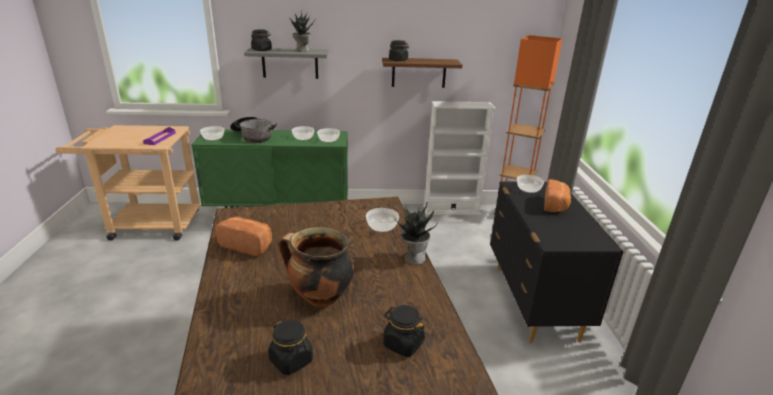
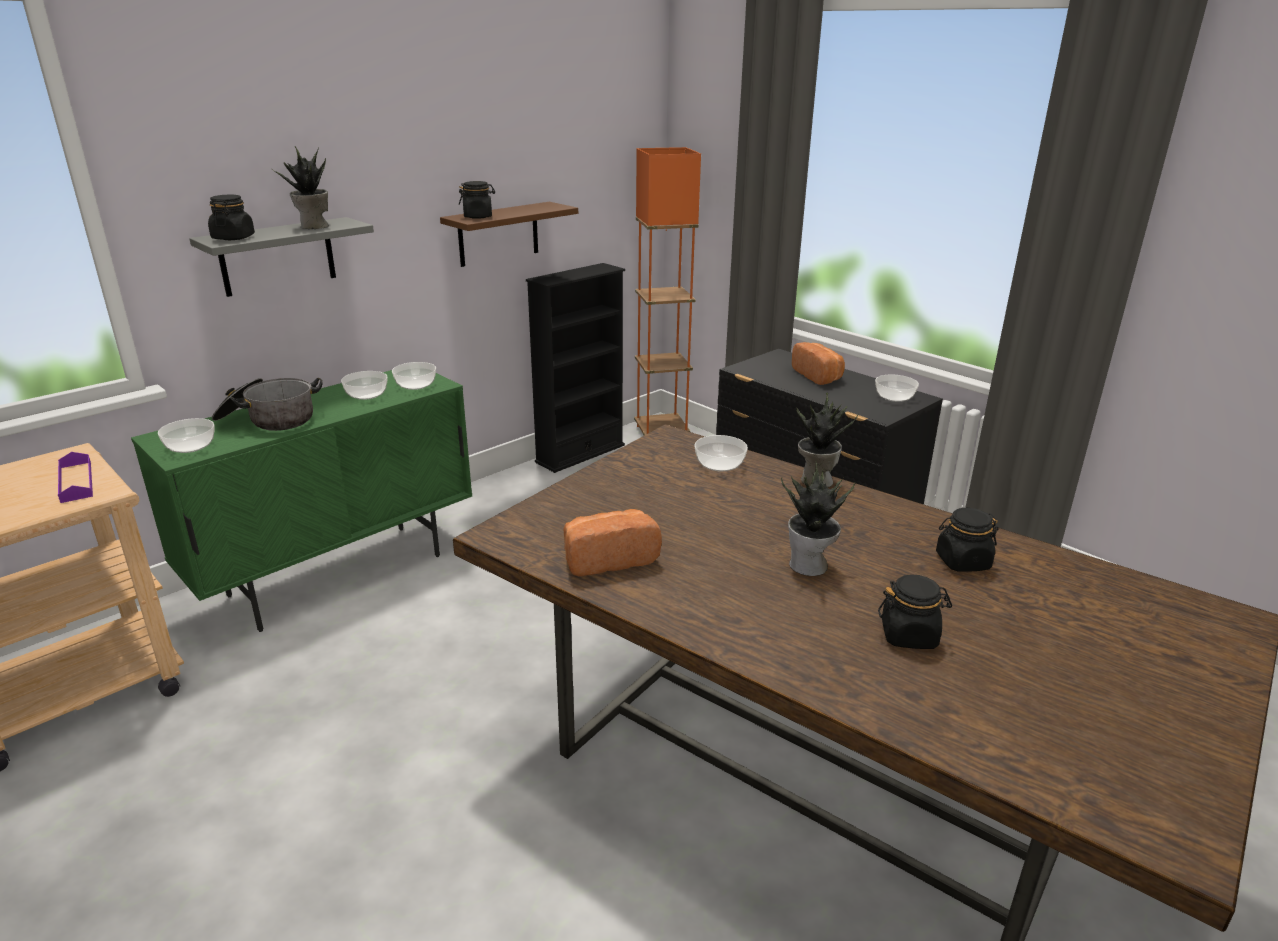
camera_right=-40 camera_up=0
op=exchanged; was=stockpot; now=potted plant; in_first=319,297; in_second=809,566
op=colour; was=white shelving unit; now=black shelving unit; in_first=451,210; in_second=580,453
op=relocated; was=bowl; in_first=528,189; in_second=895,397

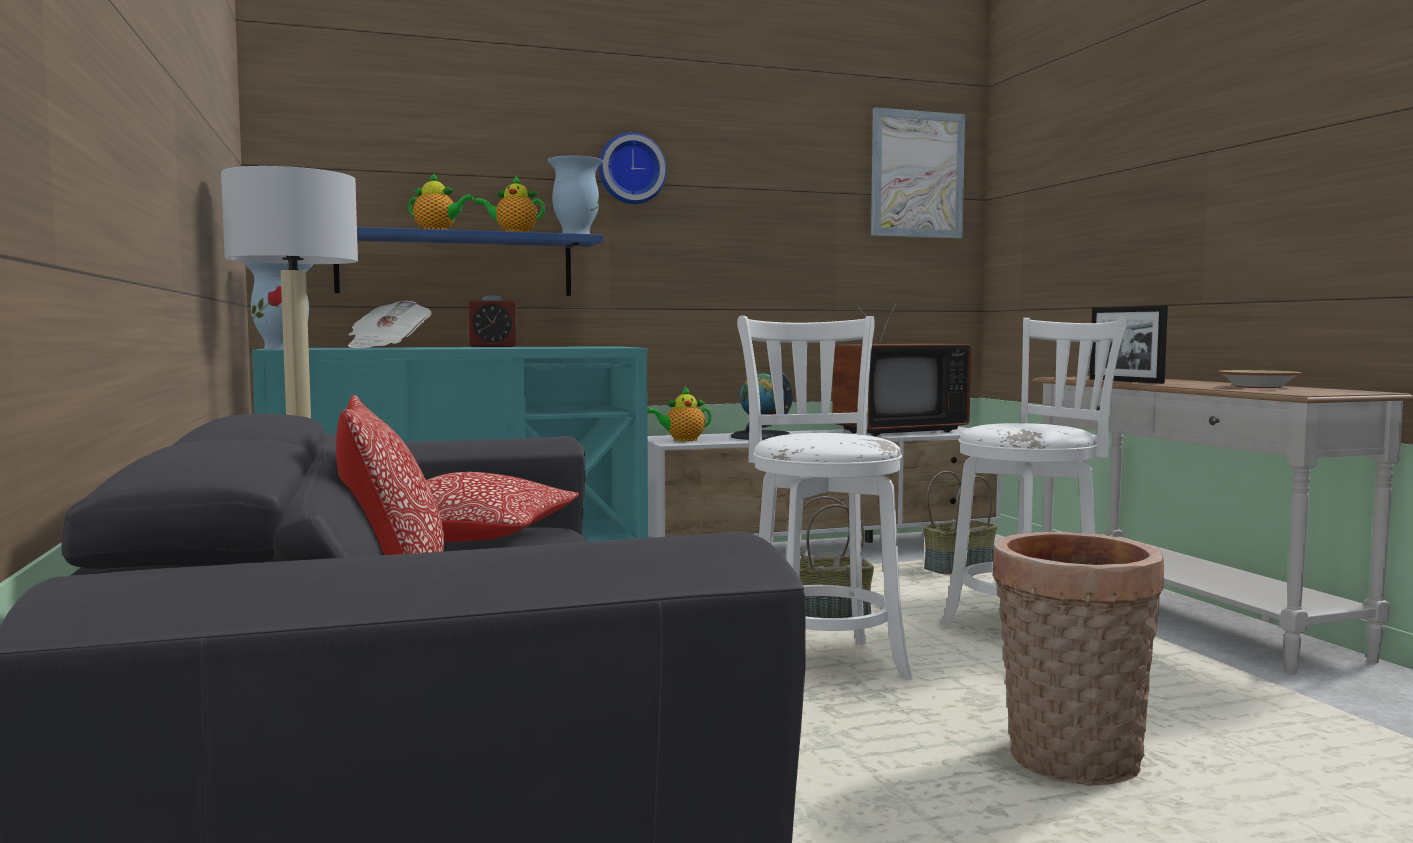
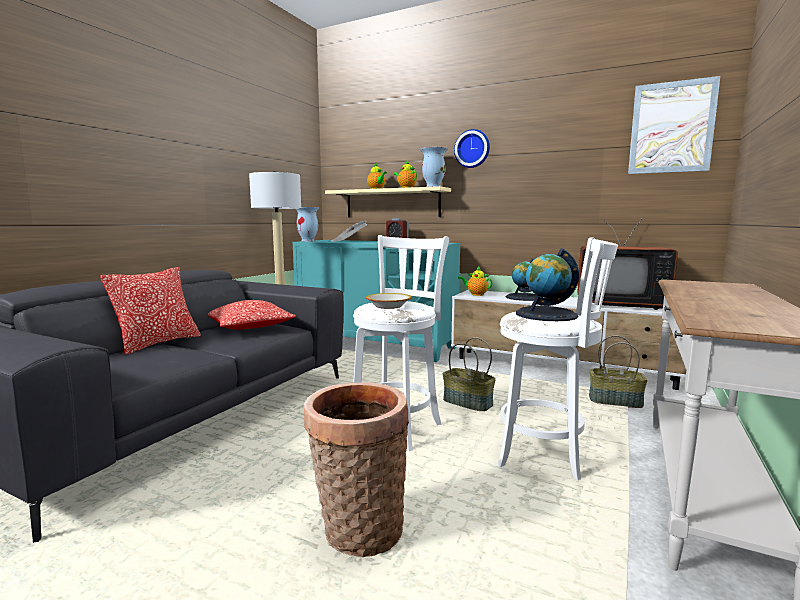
camera_right=45 camera_up=5
op=colour; was=bluish wall shelf; now=beige wall shelf; in_first=456,265; in_second=392,203
op=missing; was=picture frame; in_first=1125,381
op=relocated; was=bowl; in_first=1257,387; in_second=388,306
op=appeared; now=globe; in_second=546,314

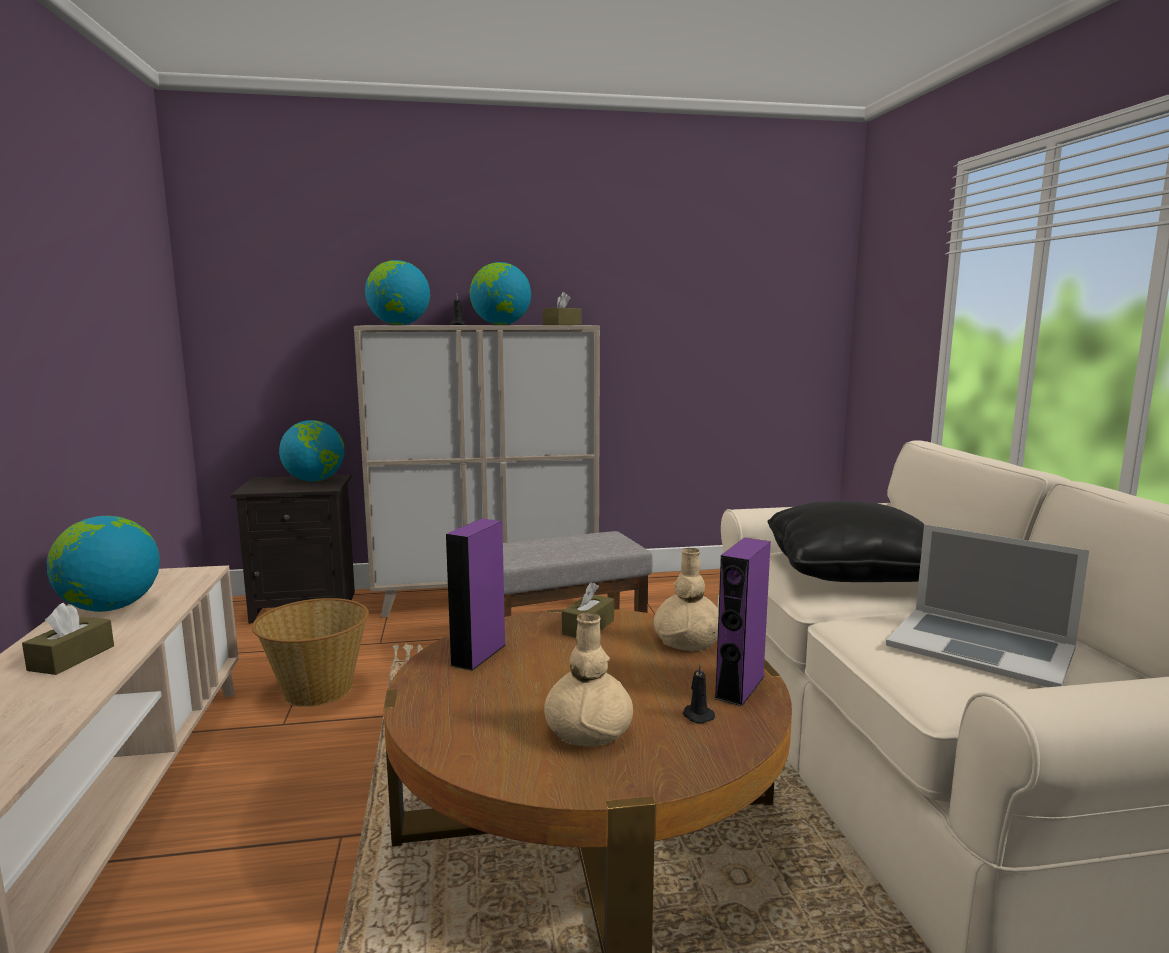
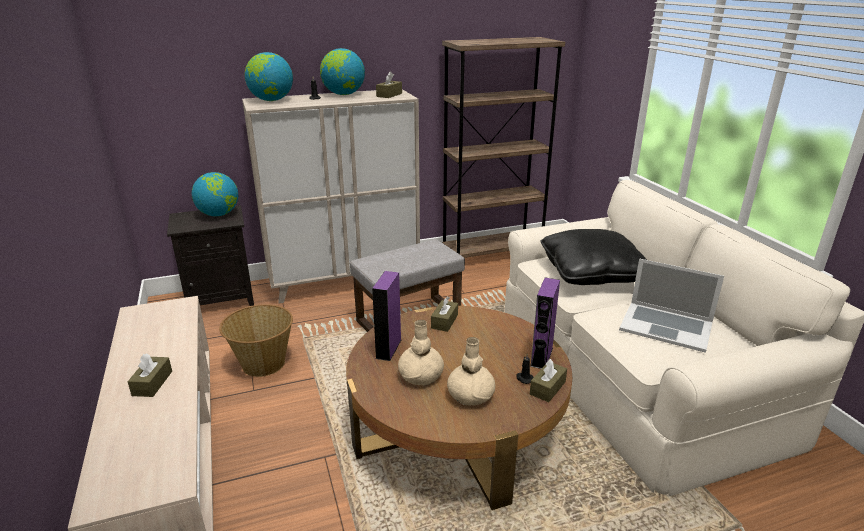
camera_right=-10 camera_up=15
op=missing; was=globe; in_first=111,608
op=relocated; was=beige decorative vase; in_first=688,641; in_second=421,375
op=appeared; now=brown-coloured shelving unit; in_second=492,255
op=appeared; now=brown-coloured box of tissues; in_second=547,388

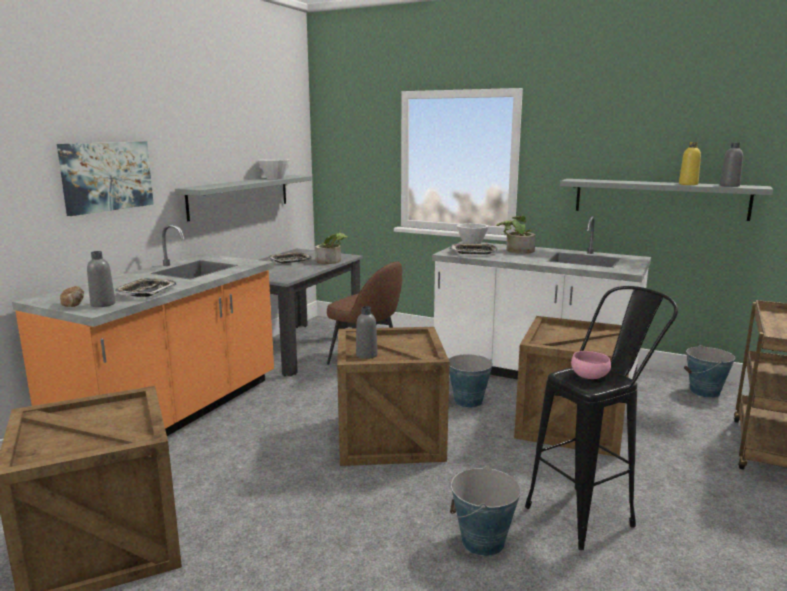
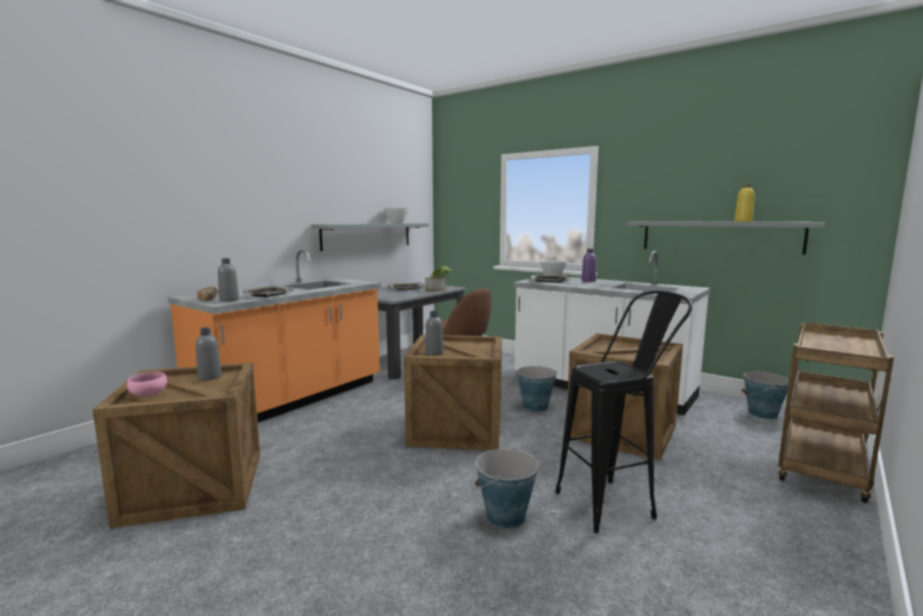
camera_right=10 camera_up=-5
op=missing; was=wall picture; in_first=107,176
op=exchanged; was=potted plant; now=purple beverage bottle; in_first=516,250; in_second=588,281
op=relocated; was=pink-coloured bowl; in_first=590,377; in_second=149,394
op=relocated; was=grey beverage bottle; in_first=729,186; in_second=209,377

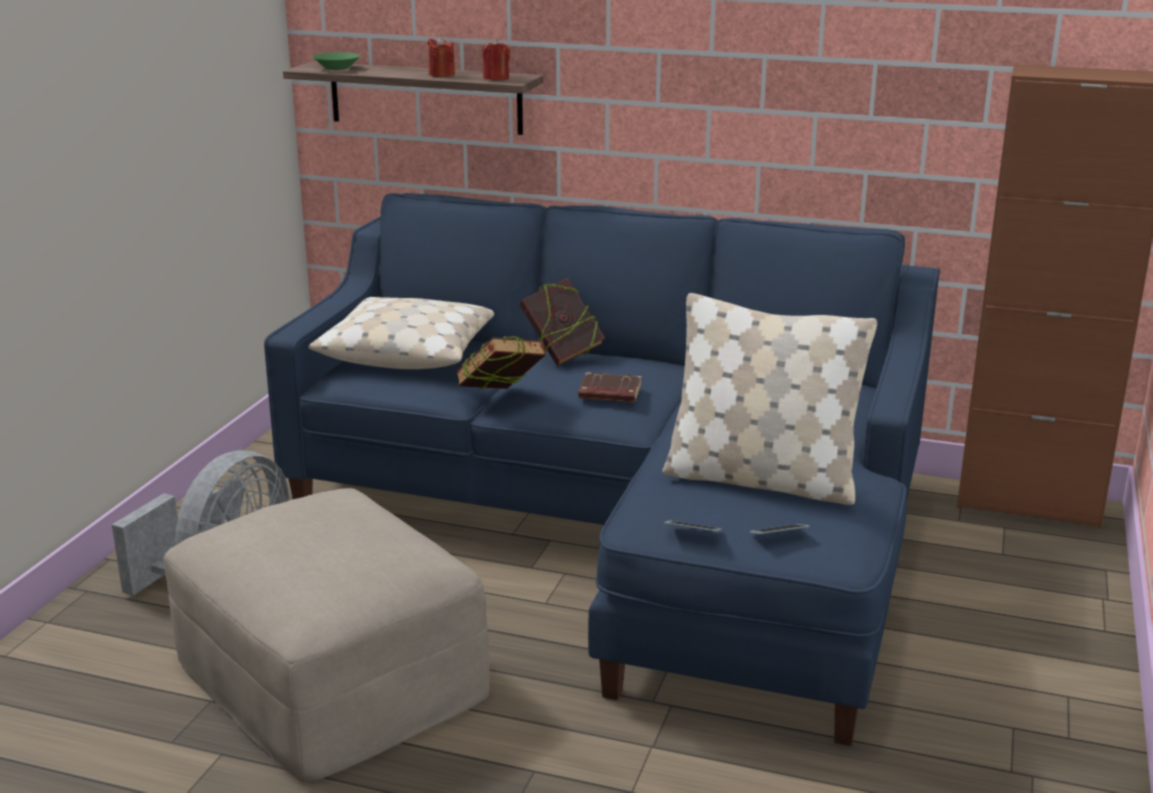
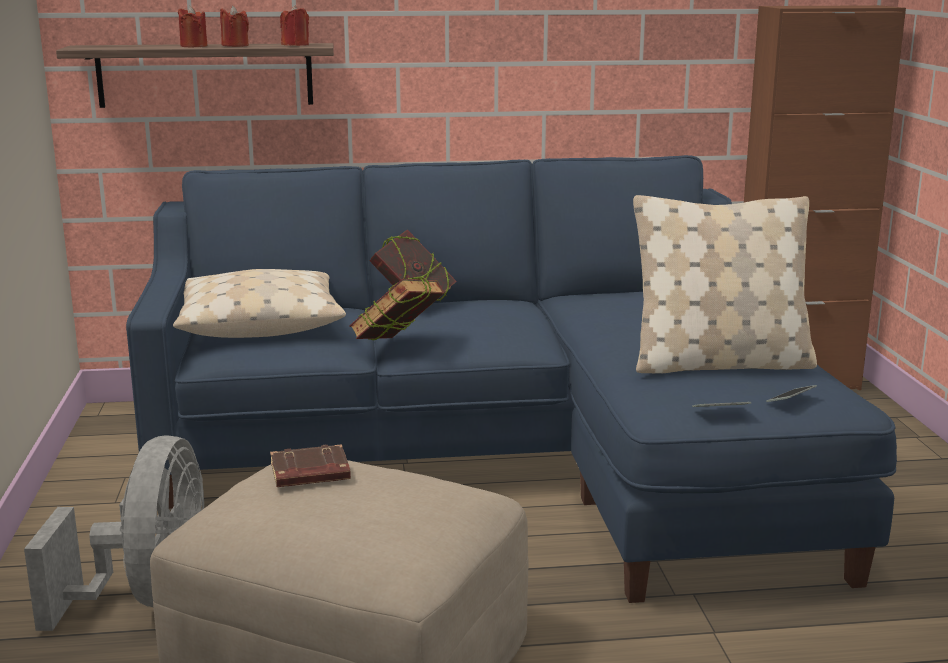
camera_right=-25 camera_up=-5
op=missing; was=green-coloured bowl; in_first=337,68
op=relocated; was=brown-coloured book; in_first=609,393; in_second=309,474
op=appeared; now=red-coloured wax candle; in_second=194,46

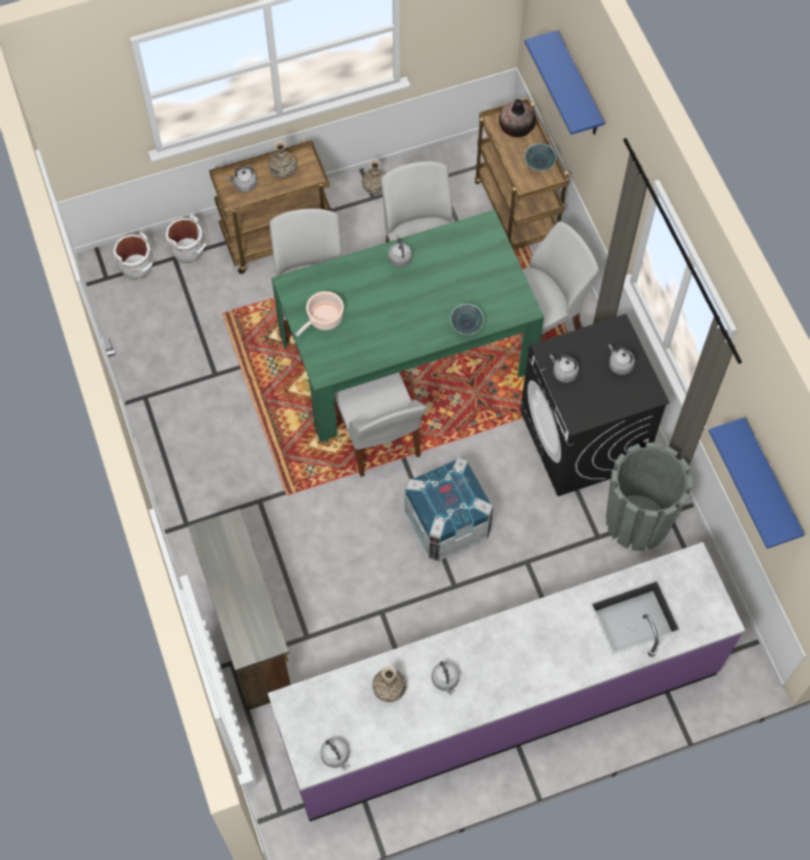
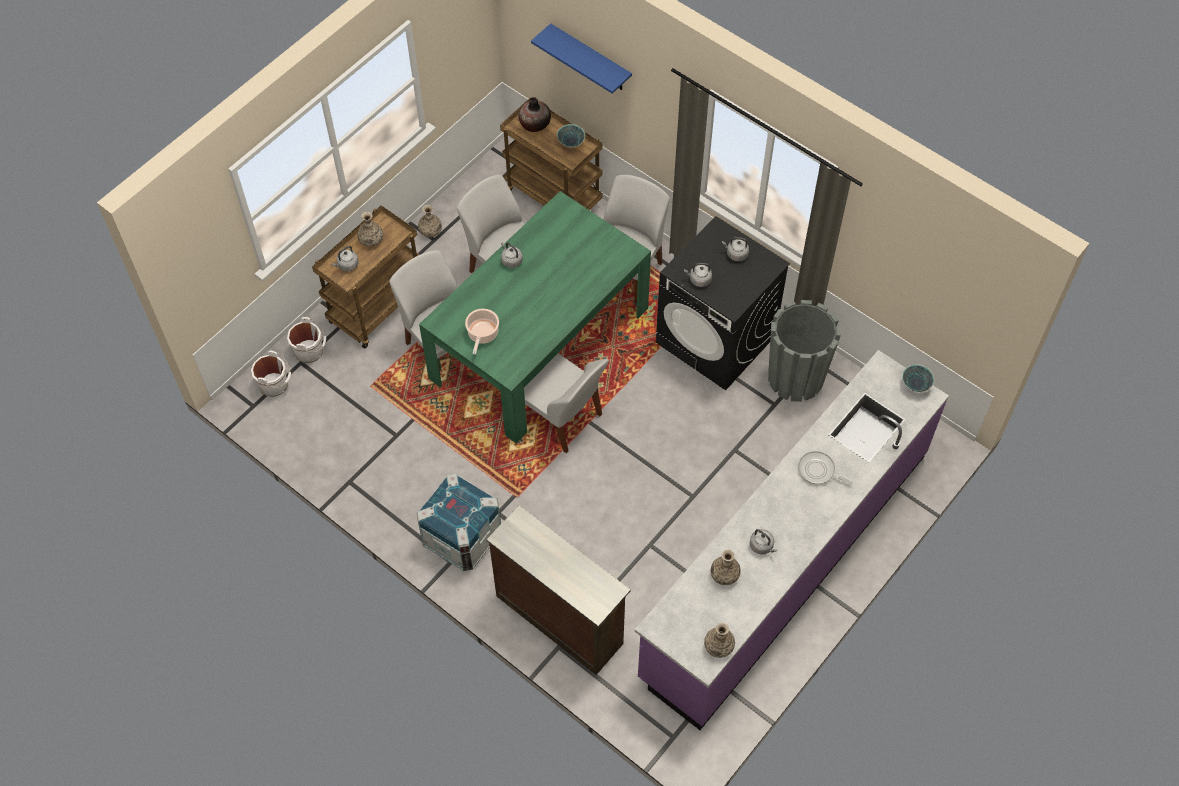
camera_right=-30 camera_up=-5
op=exchanged; was=grey kettle; now=decorative vase; in_first=336,756; in_second=719,646
op=relocated; was=crate; in_first=447,524; in_second=462,537
op=relocated; was=bowl; in_first=466,325; in_second=915,385
op=missing; was=bluish wall shelf; in_first=770,483
op=appeared; now=pan; in_second=818,471

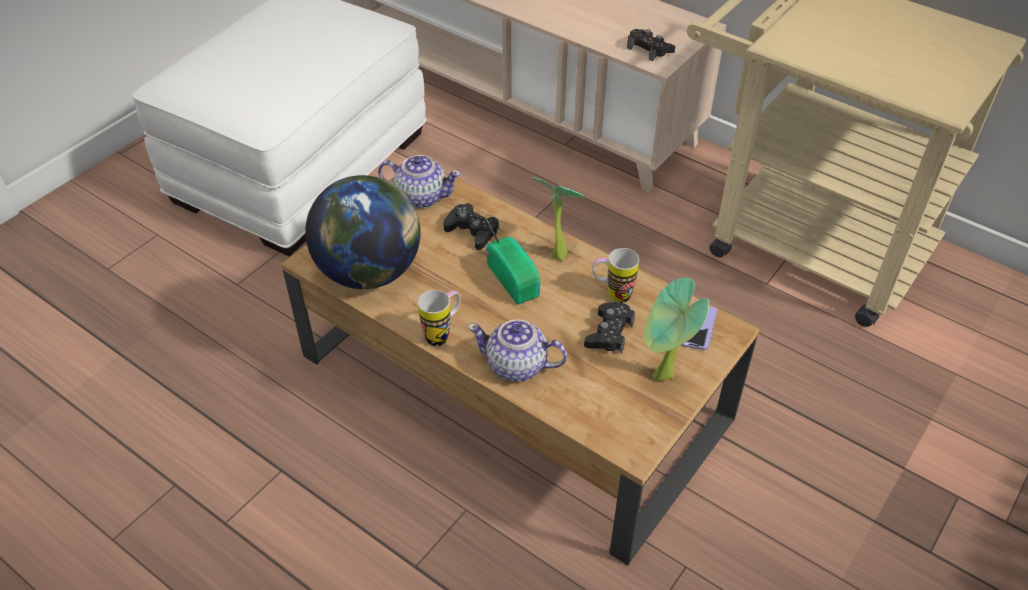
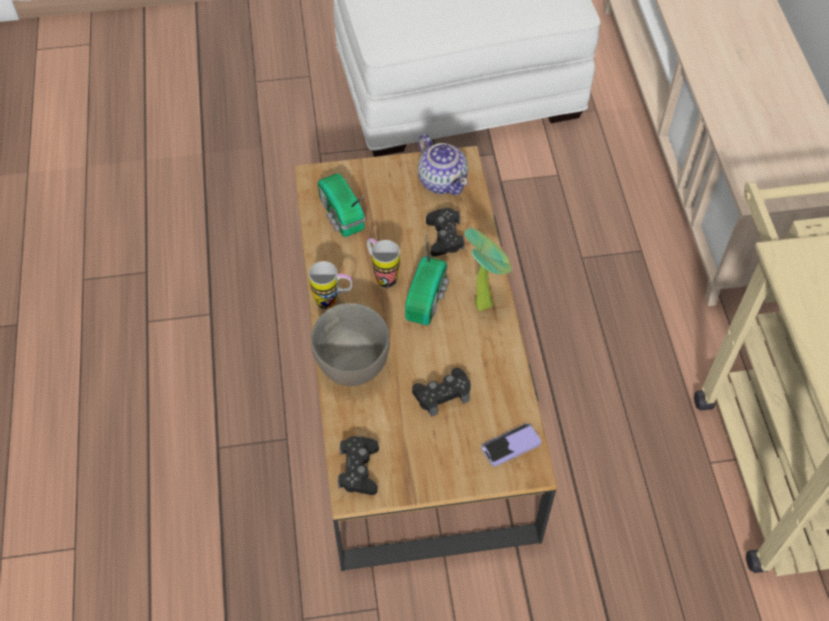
camera_right=45 camera_up=10
op=exchanged; was=globe; now=radio; in_first=370,271; in_second=341,215
op=exchanged; was=teapot; now=grey bowl; in_first=517,366; in_second=352,365
op=relocated; was=mug; in_first=612,294; in_second=382,275
op=relocated; was=black joypad; in_first=649,49; in_second=358,469
op=missing; was=potted plant; in_first=662,379

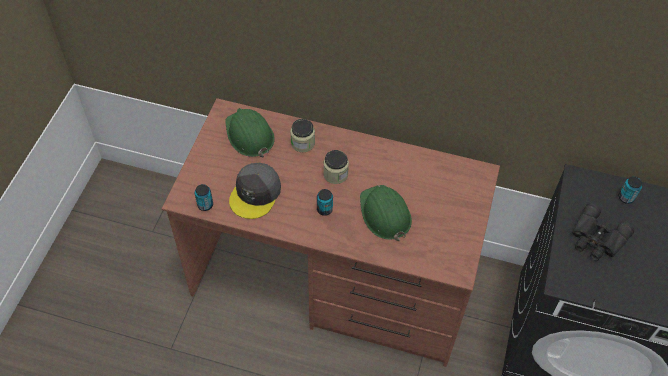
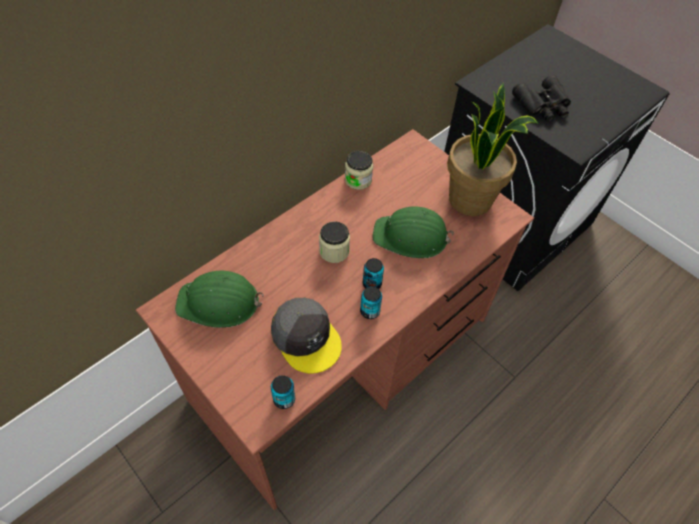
camera_right=-60 camera_up=0
op=relocated; was=storage jar; in_first=302,143; in_second=358,180
op=relocated; was=metal can; in_first=626,197; in_second=370,311
op=appeared; now=potted plant; in_second=471,200

